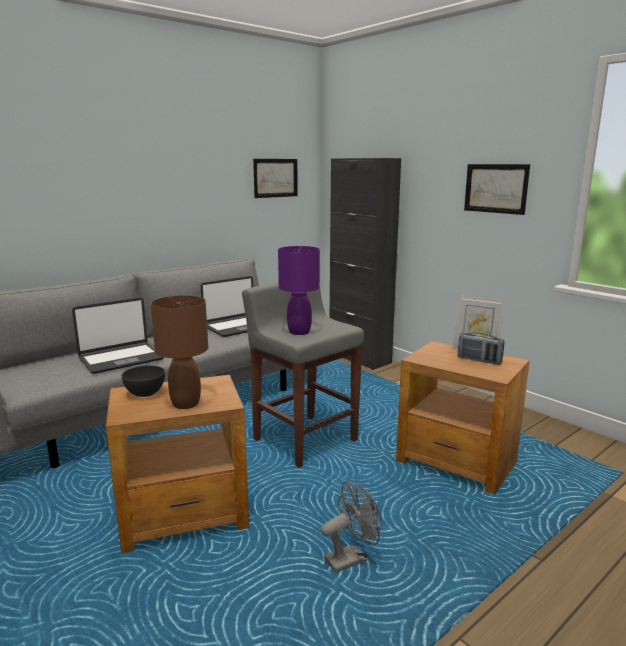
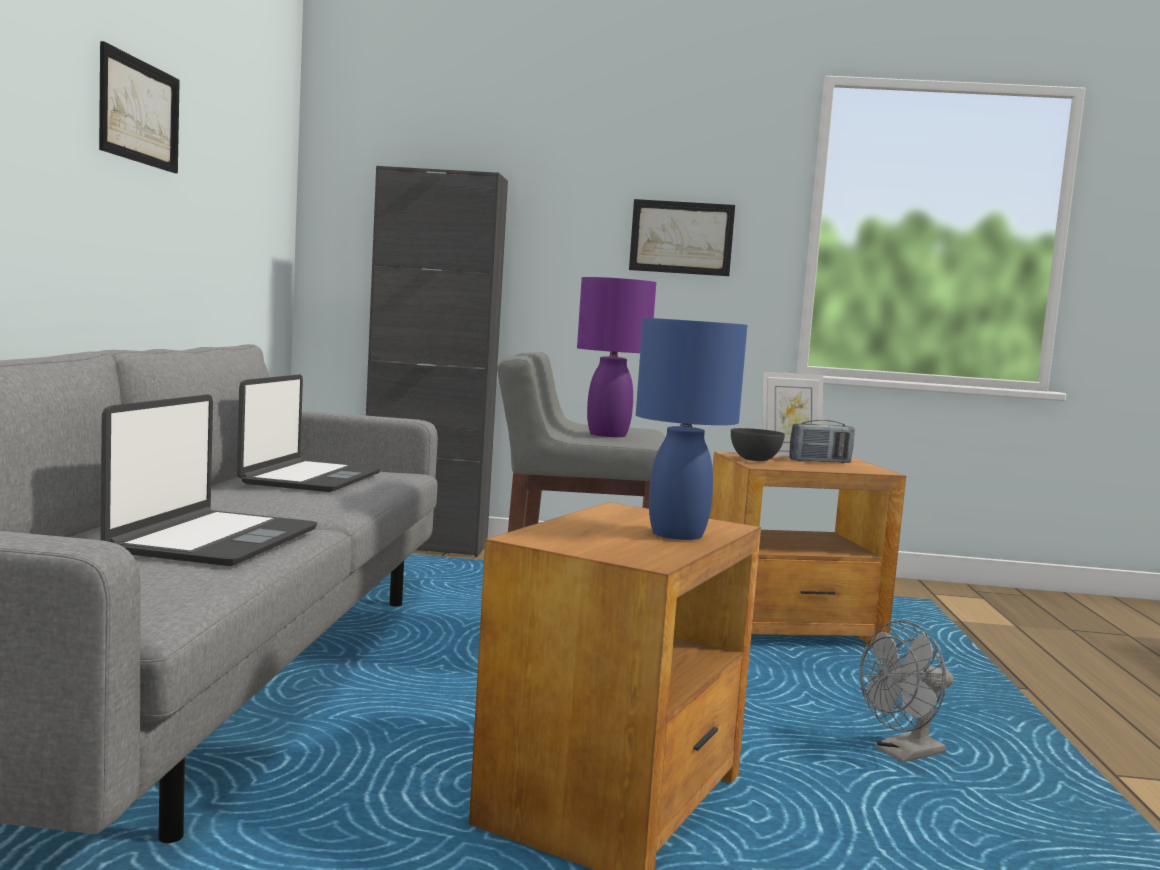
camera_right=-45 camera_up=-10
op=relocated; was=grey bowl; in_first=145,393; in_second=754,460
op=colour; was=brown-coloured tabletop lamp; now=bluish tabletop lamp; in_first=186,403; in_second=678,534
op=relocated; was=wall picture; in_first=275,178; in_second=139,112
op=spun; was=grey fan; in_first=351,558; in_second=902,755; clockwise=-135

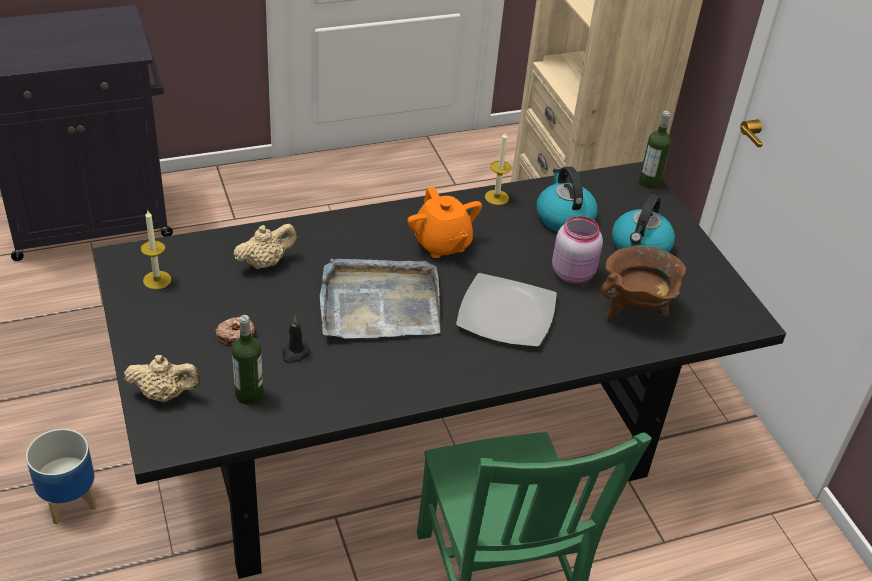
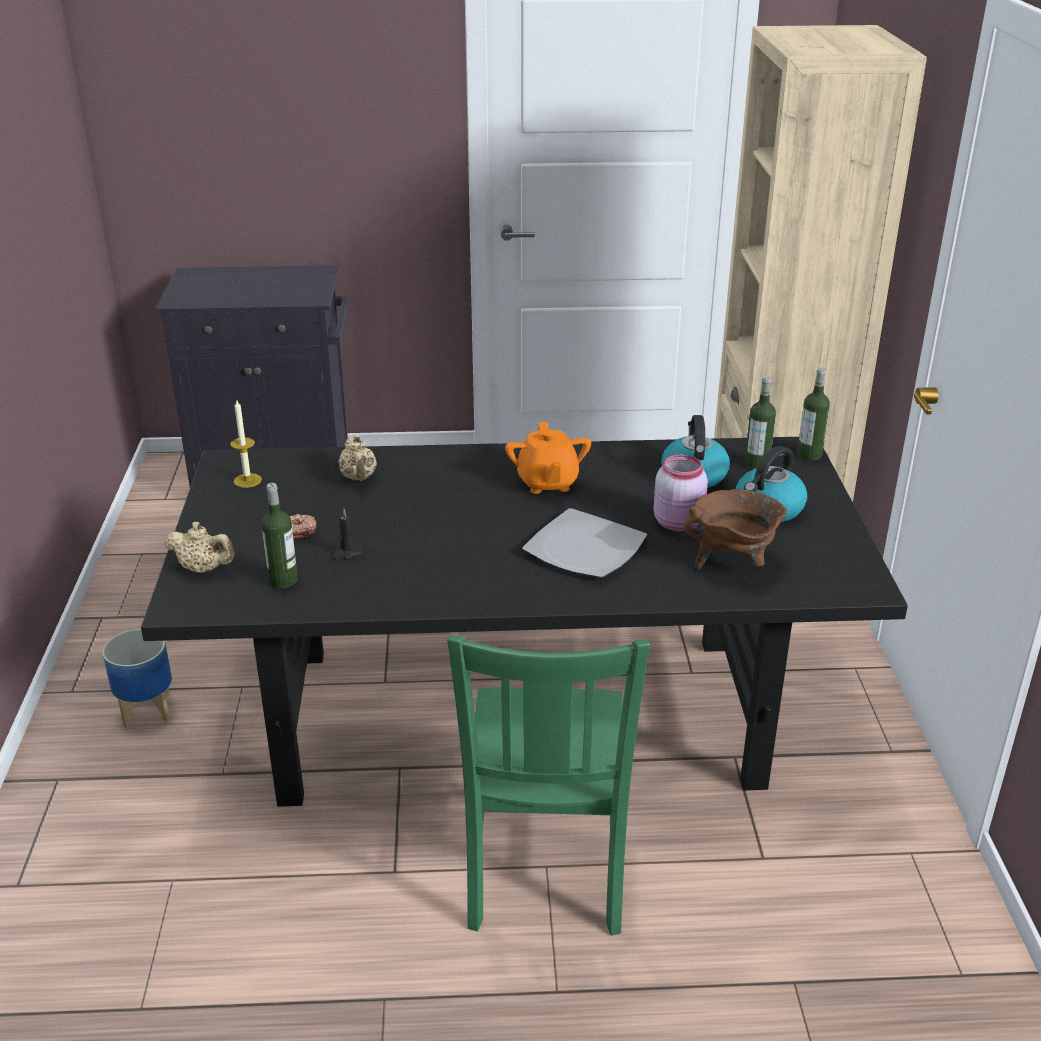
camera_right=20 camera_up=-10
op=spun; was=beige teapot; in_first=265,262; in_second=359,478; clockwise=90
op=missing; was=grey tray; in_first=379,303
op=missing; was=wax candle; in_first=496,197
op=appeared; now=beverage bottle; in_second=756,464

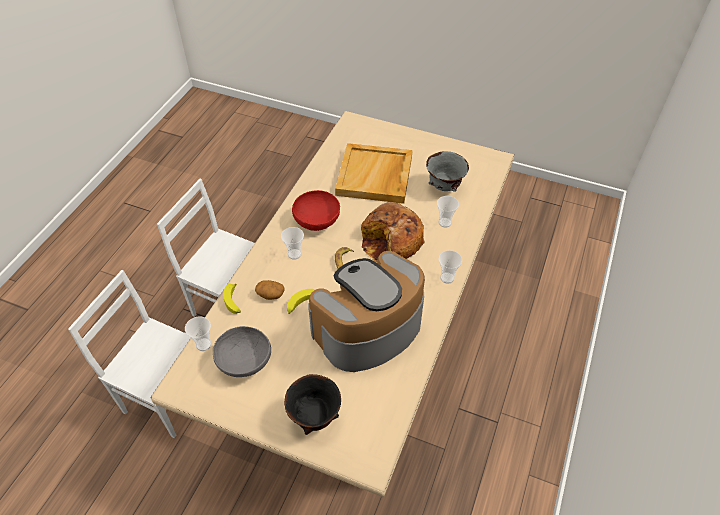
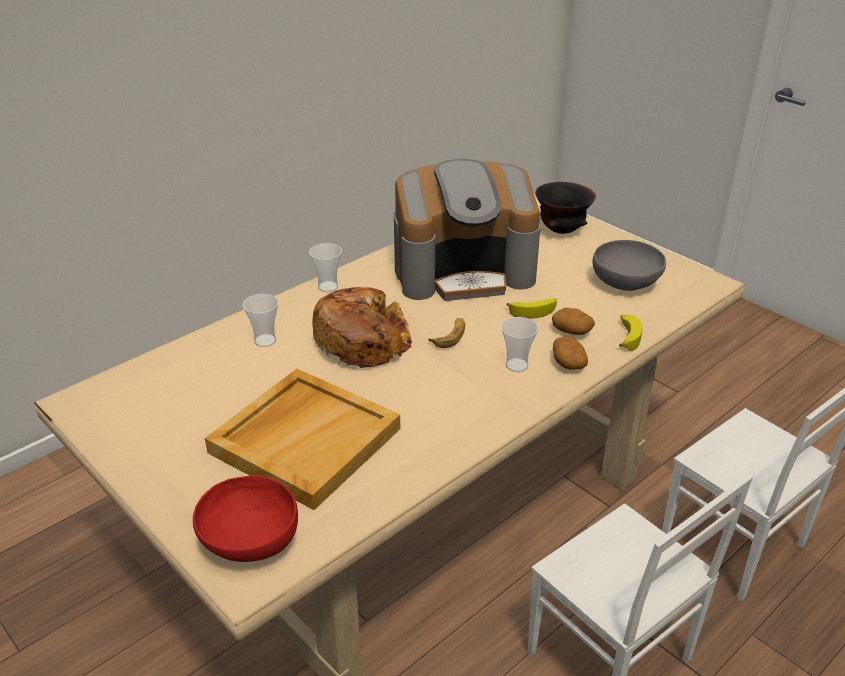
camera_right=-155 camera_up=-15
op=missing; was=drinking cup; in_first=203,344
op=relocated; was=red-coloured bowl; in_first=317,220; in_second=249,541
op=missing; was=grey bowl; in_first=445,187
op=appeared; now=potato; in_second=568,363

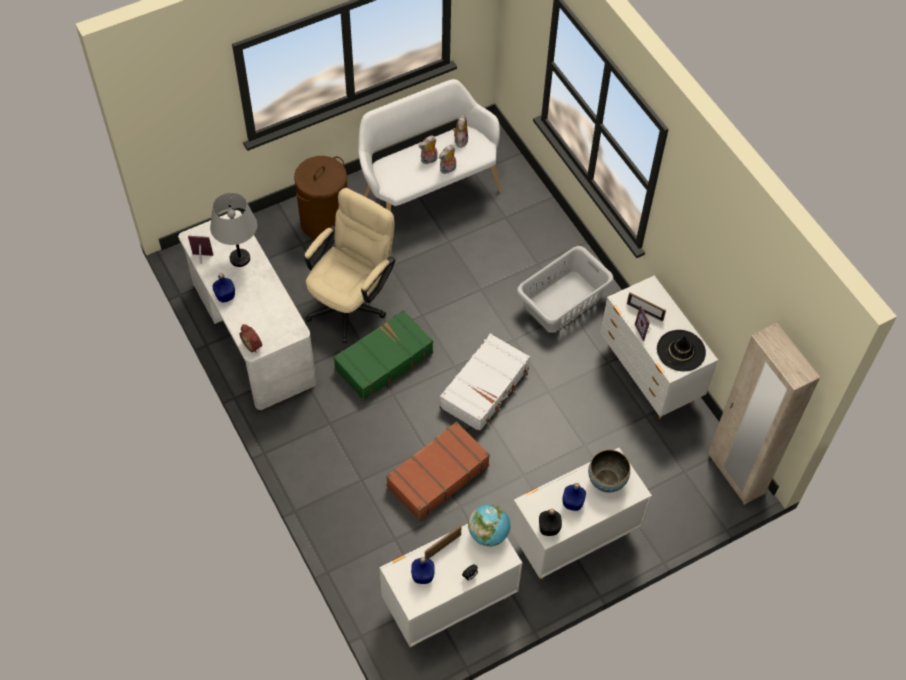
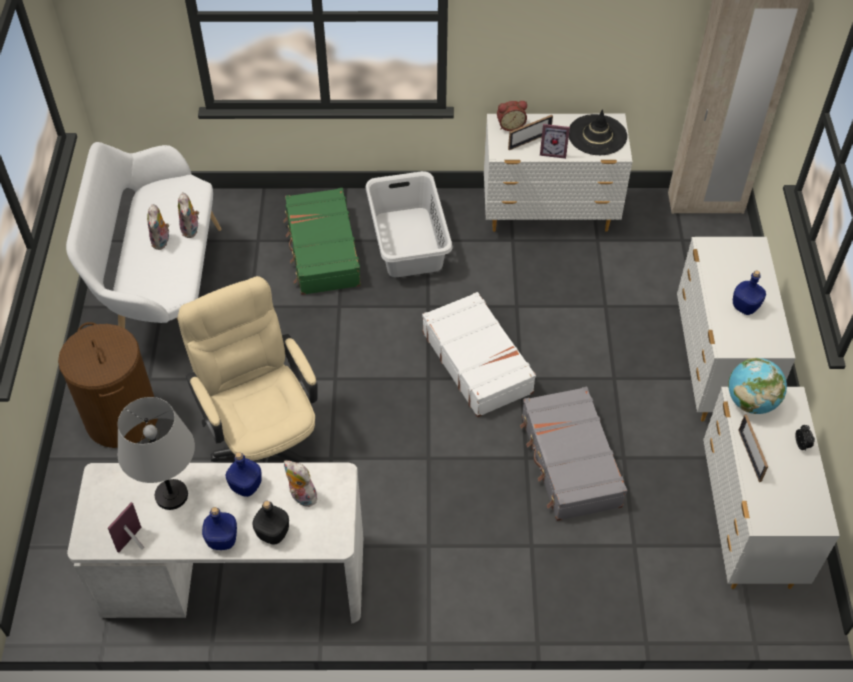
camera_right=-60 camera_up=-5
op=relocated; was=table clock; in_first=253,344; in_second=510,125
op=relocated; was=green-coloured travel case; in_first=383,360; in_second=322,250
op=colour; was=brown-coloured travel case; now=grey travel case; in_first=437,476; in_second=569,461
op=relocated; was=bluish beverage bottle; in_first=423,576; in_second=246,485
op=relocated; was=plush toy; in_first=460,140; in_second=301,496
op=relocated; was=black beverage bottle; in_first=548,528; in_second=272,533
op=missing; was=bowl; in_first=606,481

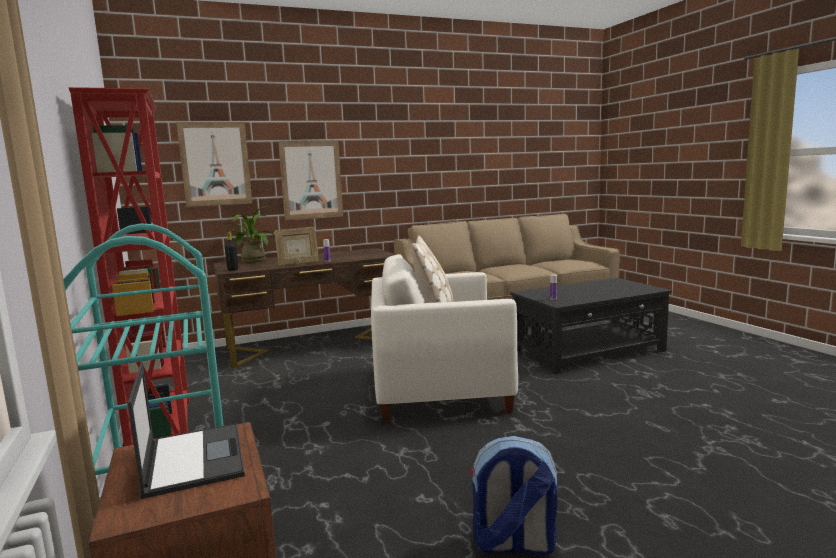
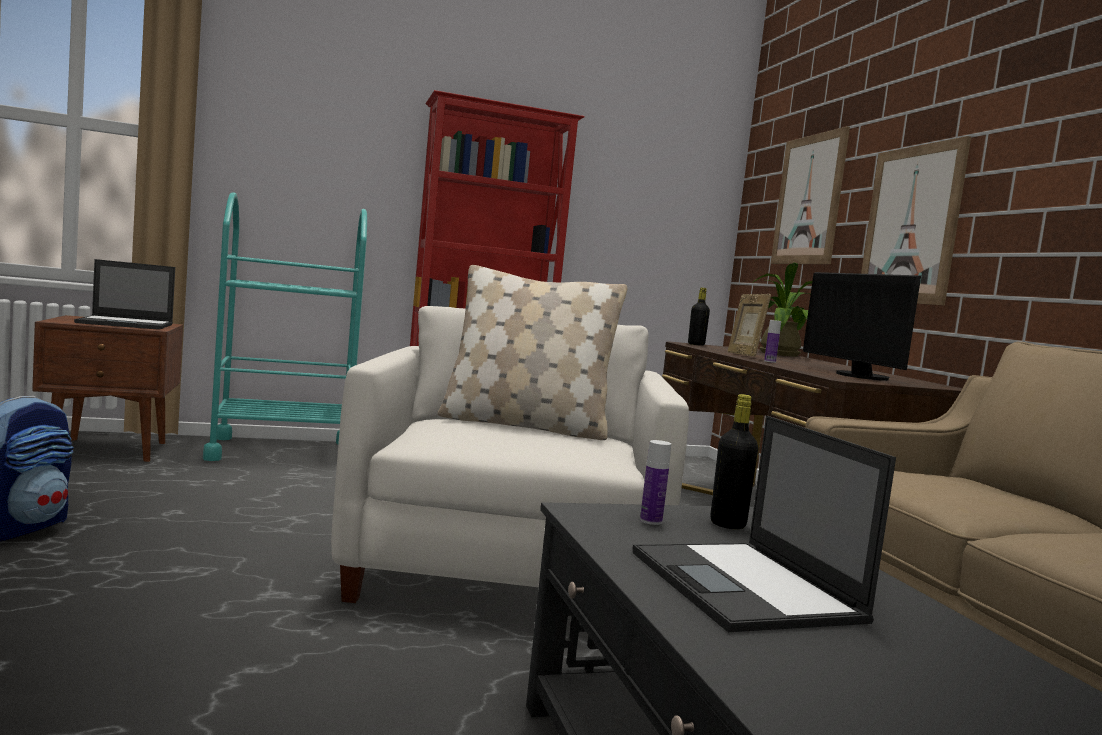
camera_right=95 camera_up=-5
op=appeared; now=laptop; in_second=745,587
op=appeared; now=black beverage bottle; in_second=727,524
op=appeared; now=computer display; in_second=857,376

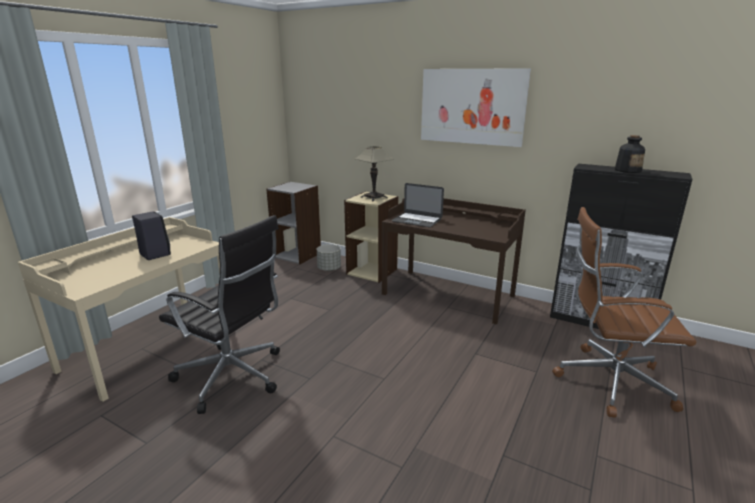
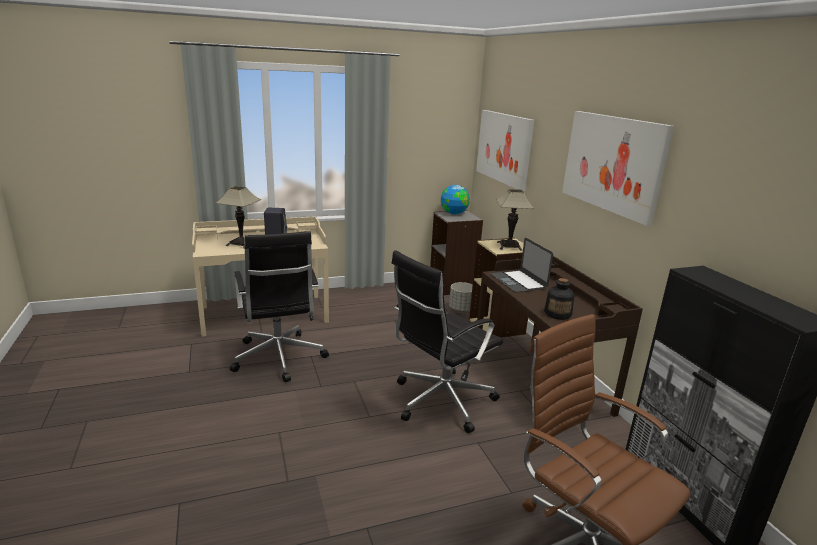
camera_right=40 camera_up=0
op=relocated; was=beverage bottle; in_first=627,170; in_second=558,314
op=appeared; now=tabletop lamp; in_second=241,244
op=appeared; now=black computer chair; in_second=440,401
op=appeared; now=globe; in_second=453,213
op=appeared; now=wall picture; in_second=504,148

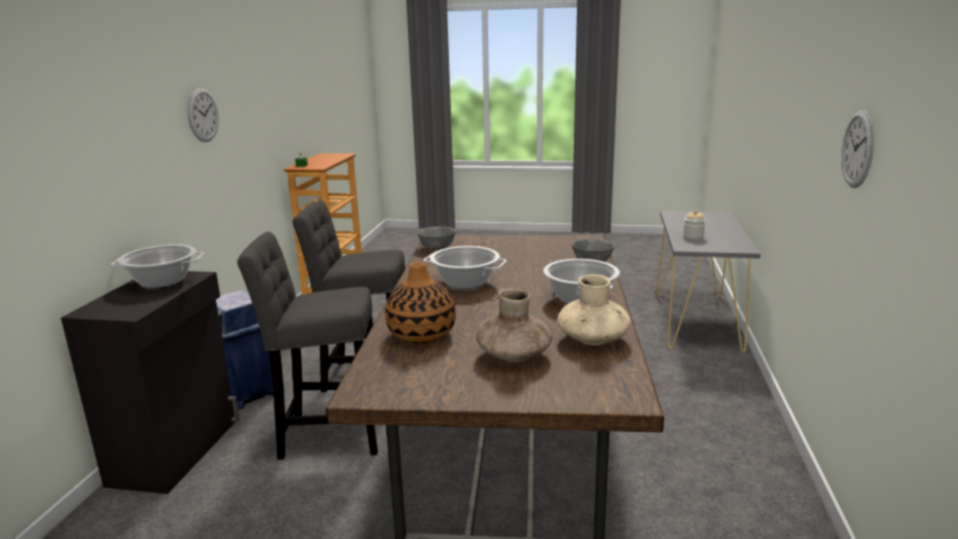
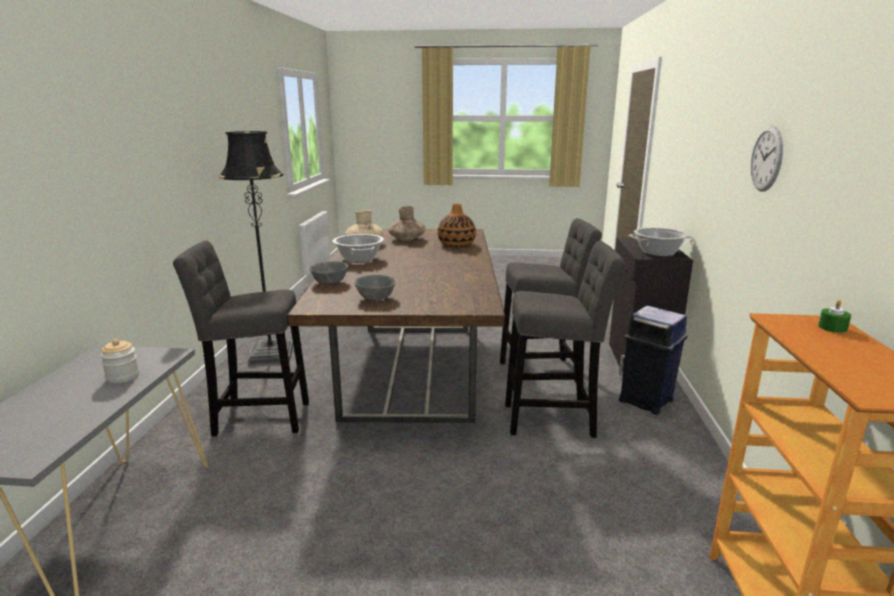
camera_right=175 camera_up=0
op=relocated; was=grey bowl; in_first=436,247; in_second=376,298
op=missing; was=stockpot; in_first=465,282
op=missing; was=wall clock; in_first=858,149
op=appeared; now=grey stool; in_second=257,418
op=appeared; now=black standing lamp; in_second=271,355

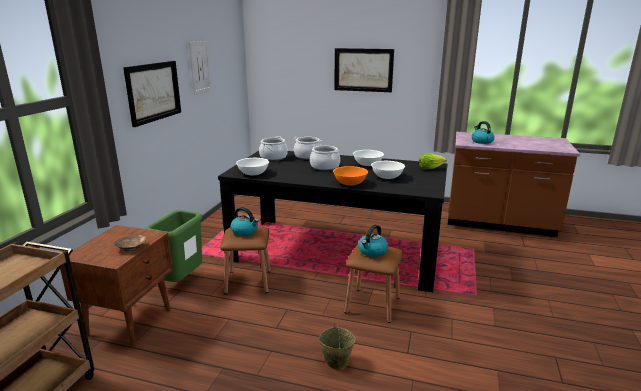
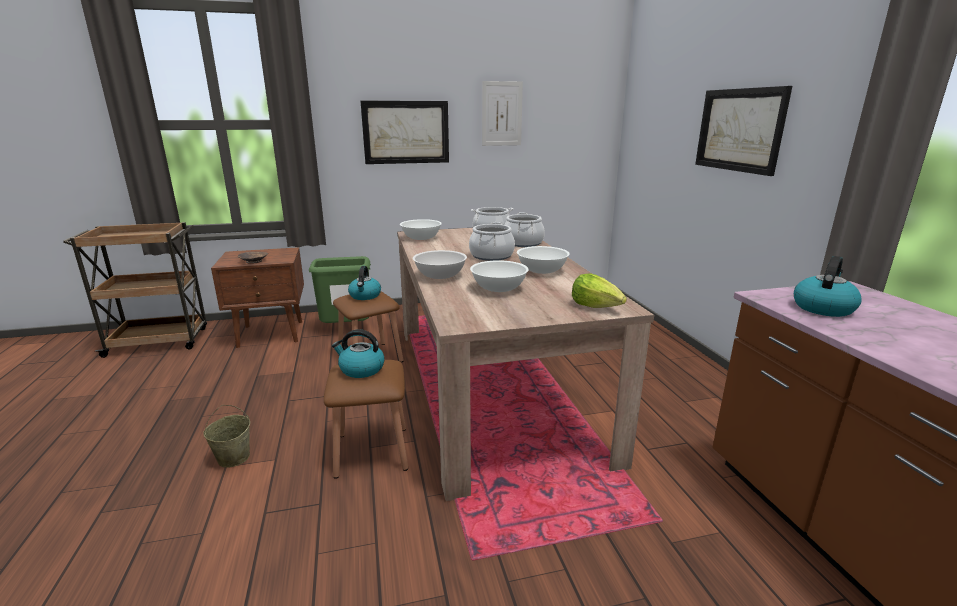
camera_right=60 camera_up=0
op=colour; was=black kitchen table; now=beige kitchen table; in_first=336,251; in_second=491,386
op=colour; was=orange-coloured bowl; now=white bowl; in_first=350,183; in_second=440,276

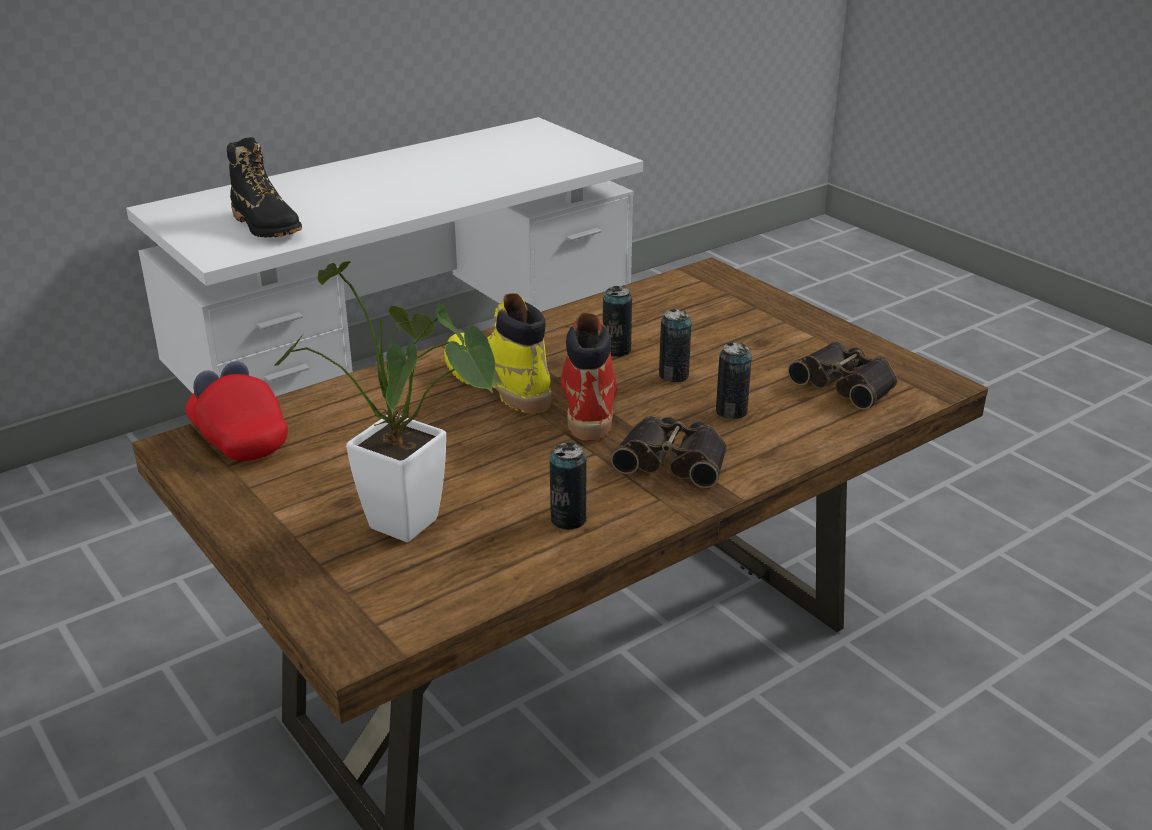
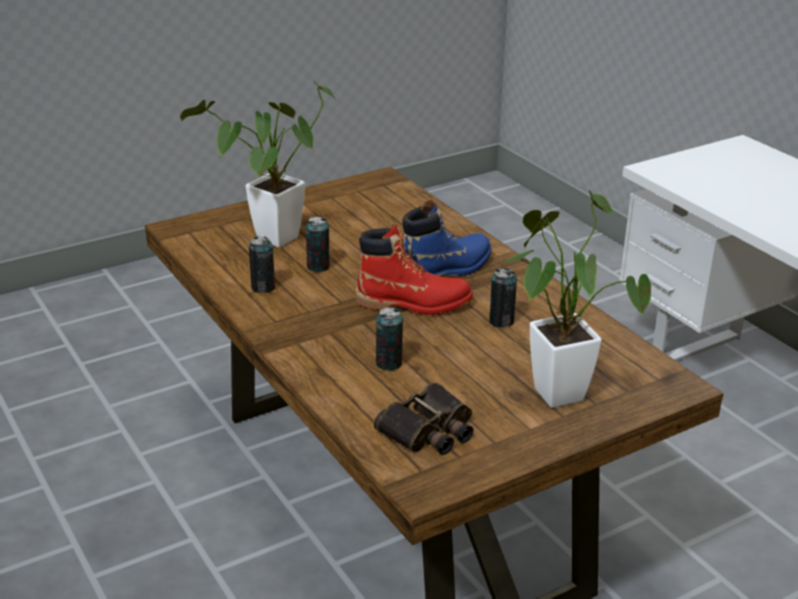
camera_right=95 camera_up=0
op=missing; was=red-coloured cap; in_first=238,437
op=missing; was=black boot; in_first=266,226
op=colour; was=yellow-coloured boot; now=bluish boot; in_first=497,385; in_second=446,270
op=missing; was=binoculars; in_first=673,460
op=relocated; was=metal can; in_first=673,376; in_second=318,267
op=appeared; now=potted plant; in_second=554,388

